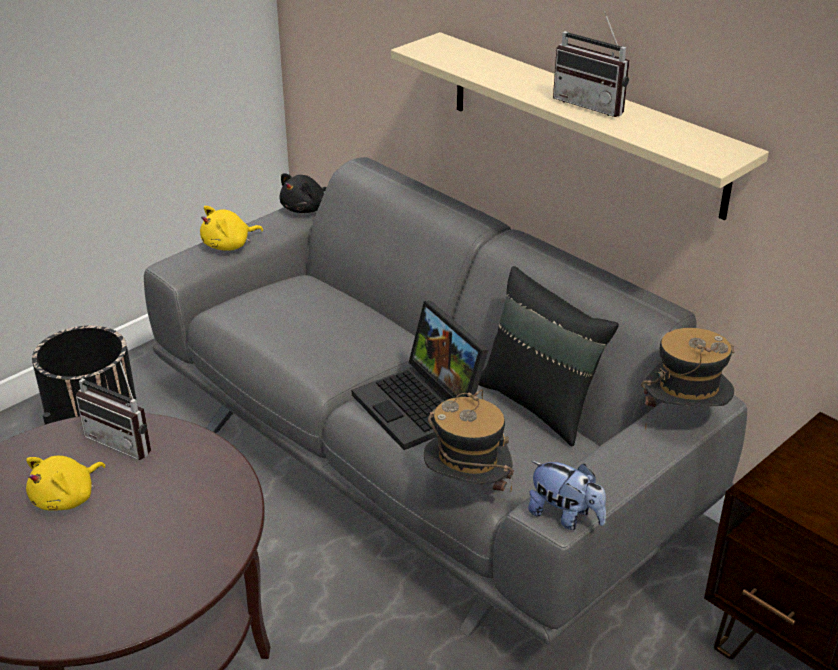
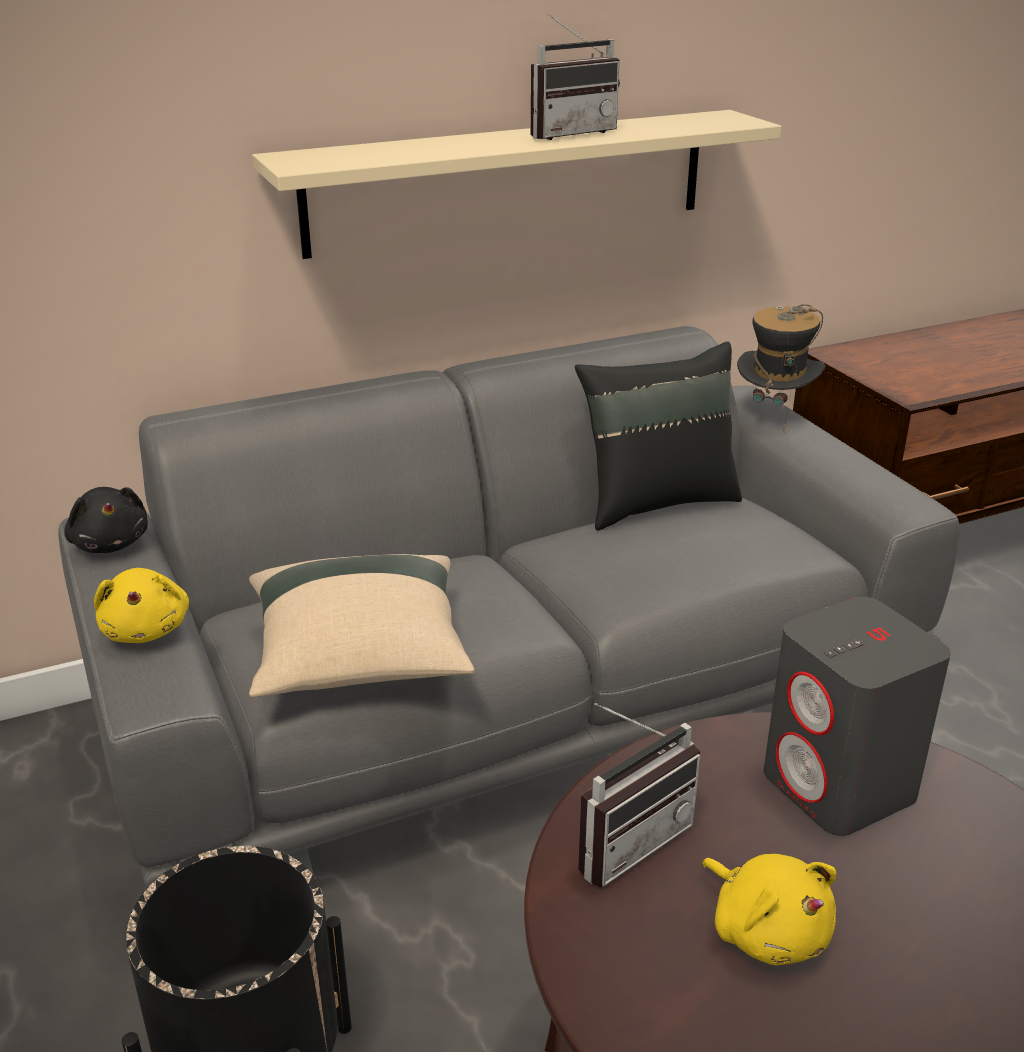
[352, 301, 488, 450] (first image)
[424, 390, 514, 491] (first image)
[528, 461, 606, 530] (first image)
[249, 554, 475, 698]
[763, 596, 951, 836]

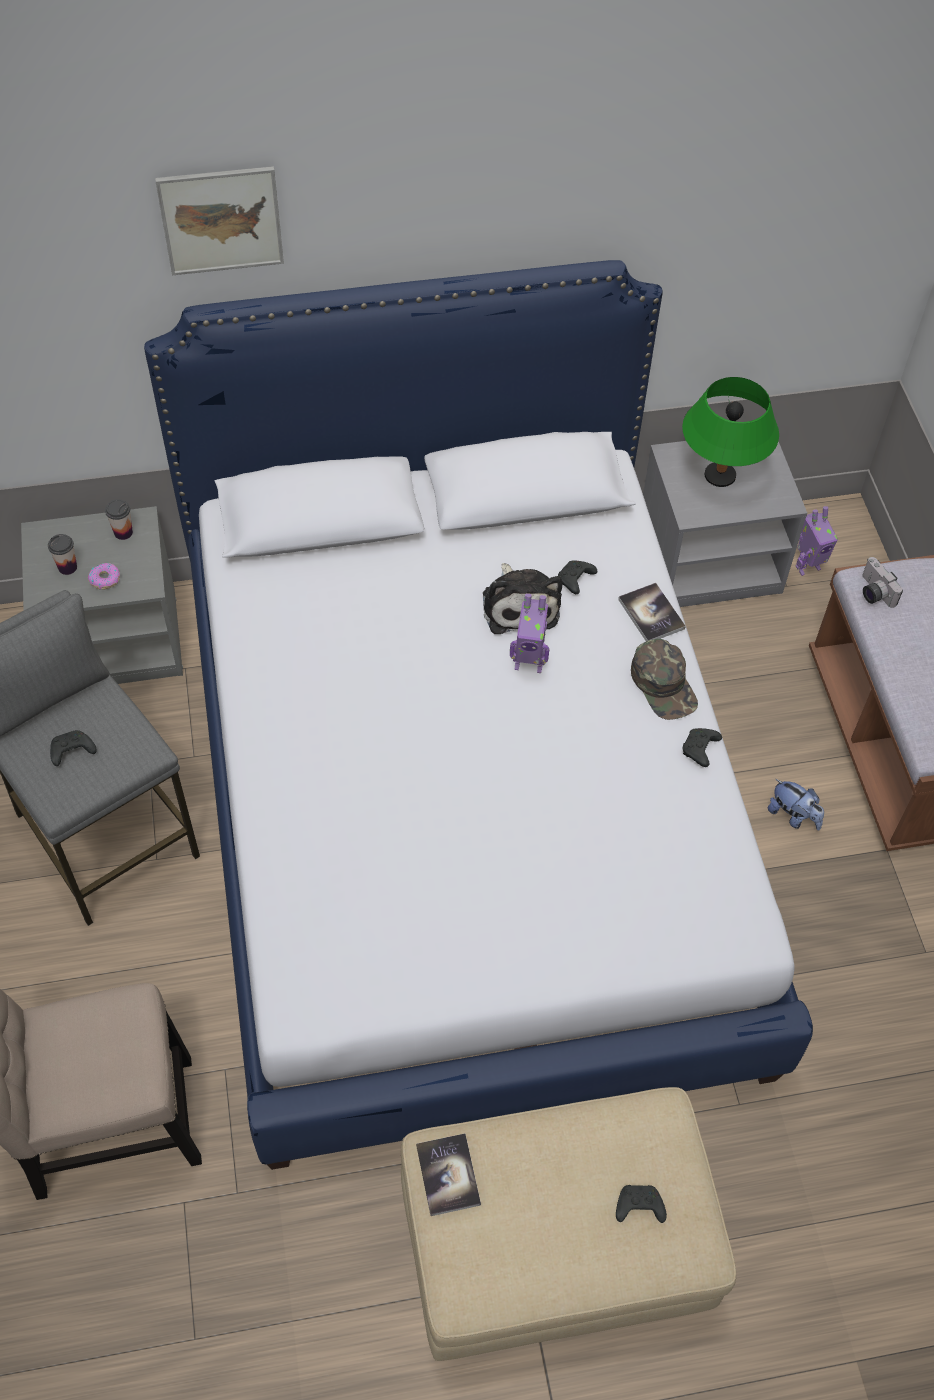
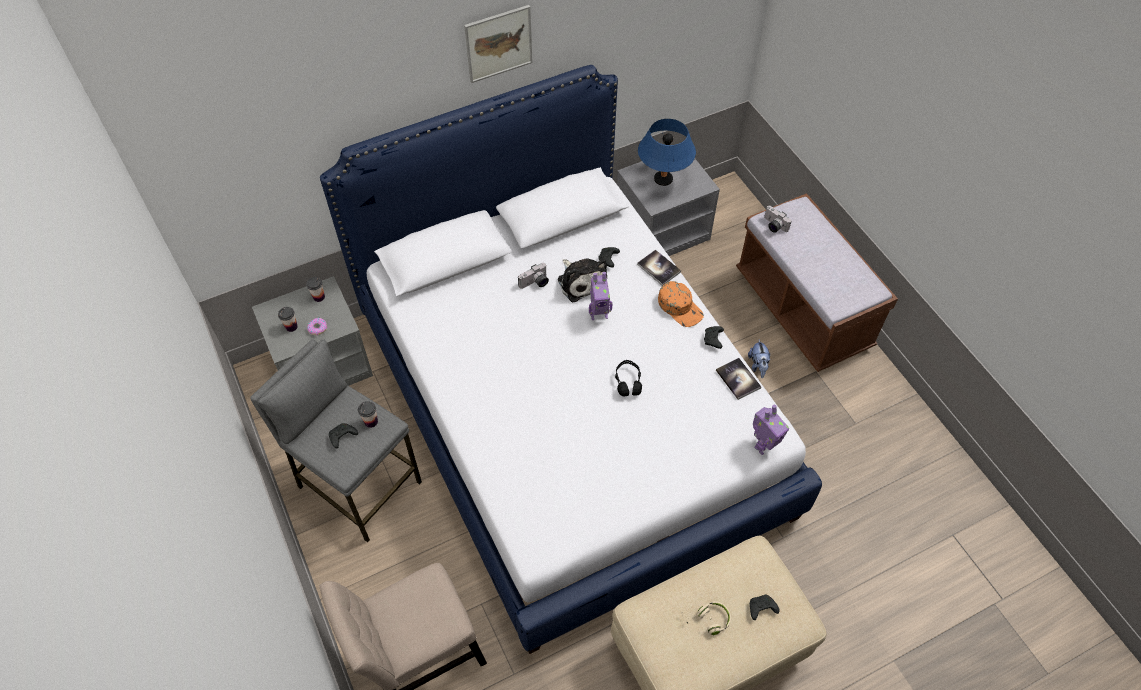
[358, 401, 378, 428]
[518, 263, 549, 289]
[615, 360, 642, 396]
[682, 601, 731, 635]
[464, 5, 533, 83]
[716, 358, 761, 400]
[753, 405, 789, 455]
[658, 281, 704, 327]
[638, 119, 696, 186]
[748, 339, 770, 378]

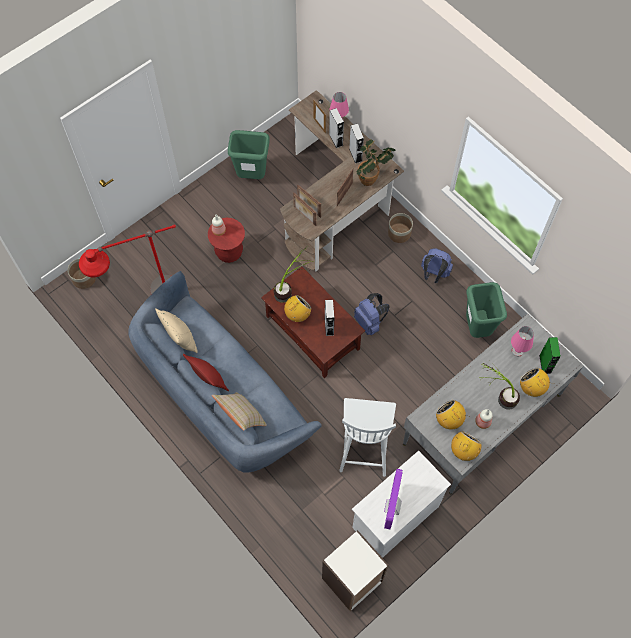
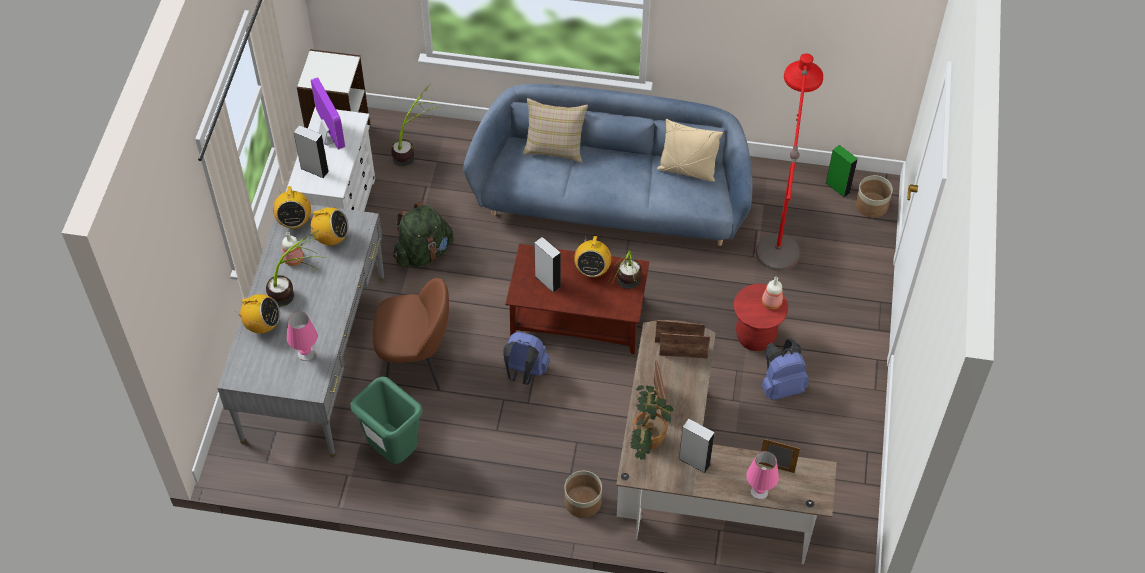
[183, 354, 229, 391] (first image)
[228, 130, 270, 179] (first image)
[373, 278, 449, 390]
[391, 84, 437, 167]
[294, 125, 329, 178]
[762, 338, 809, 400]
[826, 145, 858, 197]
[393, 202, 454, 268]

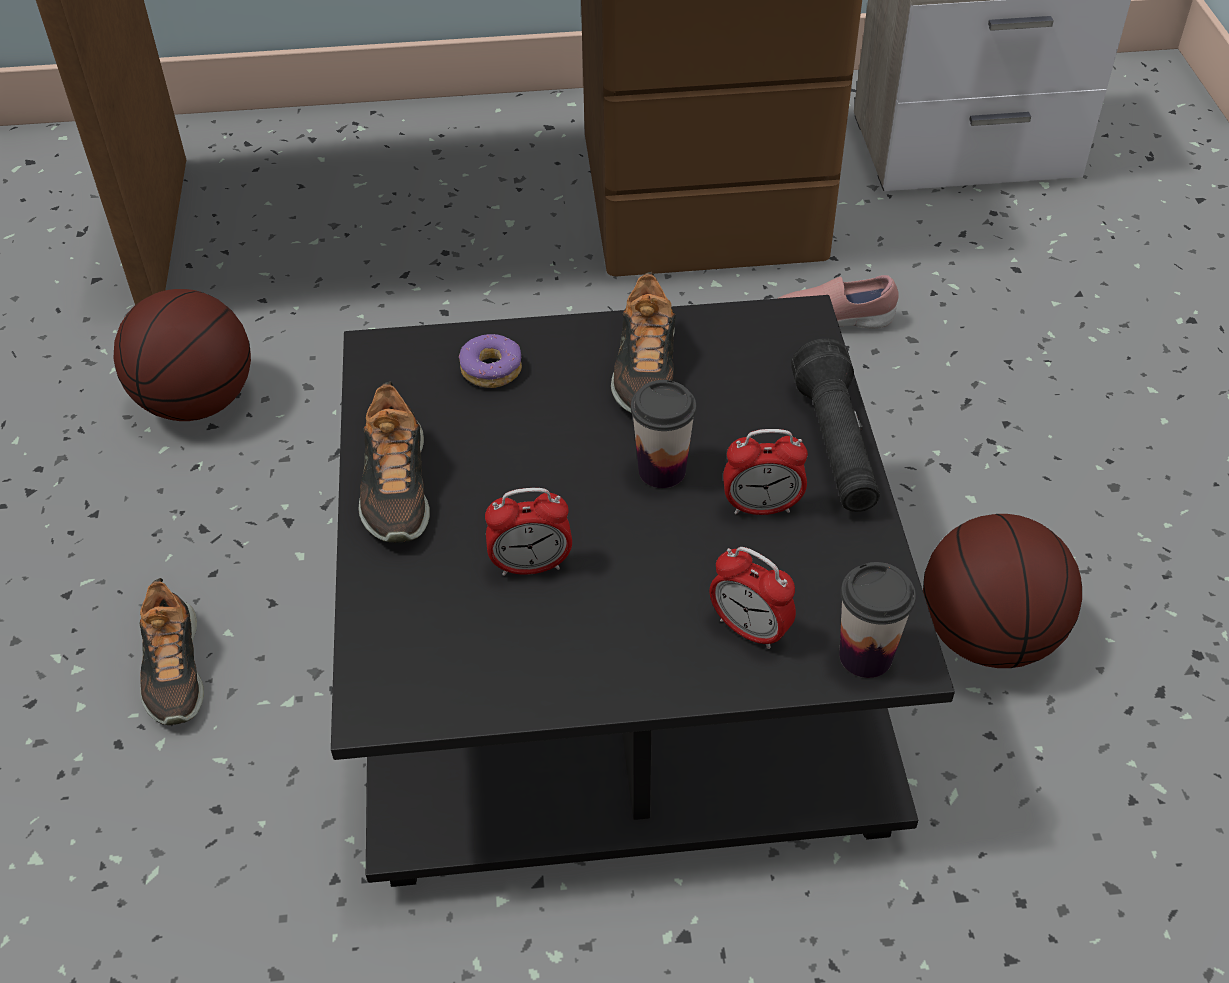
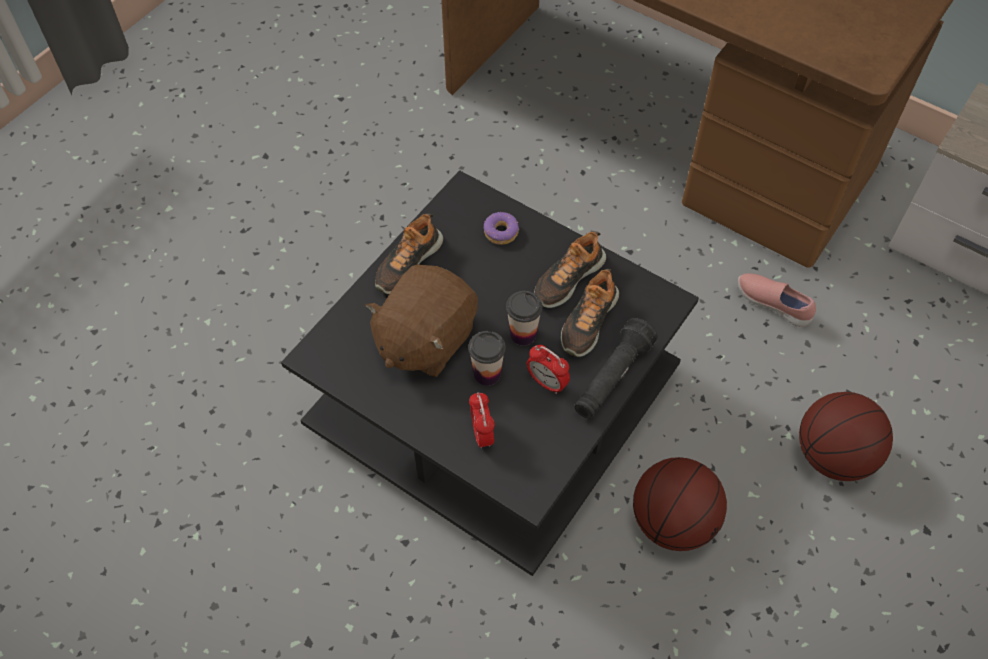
[799, 392, 893, 481]
[561, 269, 619, 357]
[468, 331, 506, 386]
[365, 264, 478, 377]

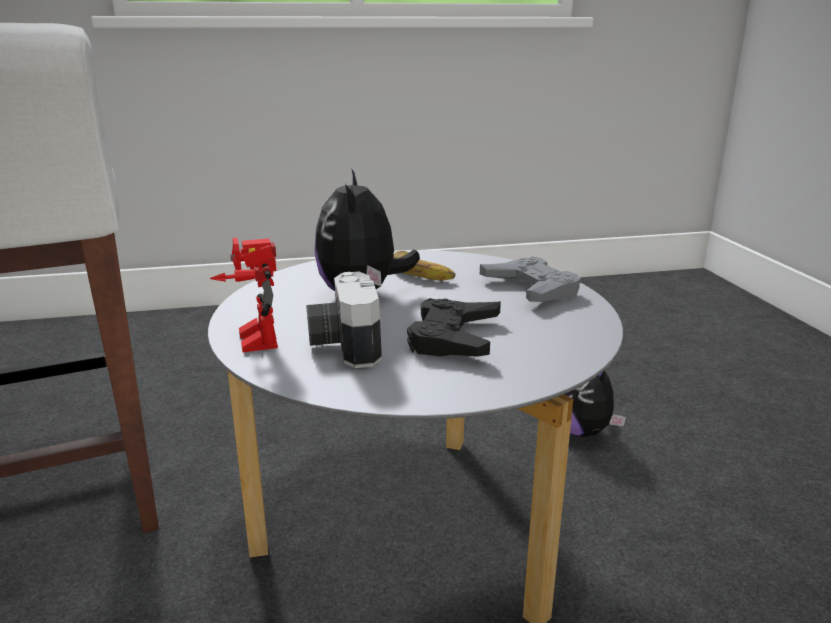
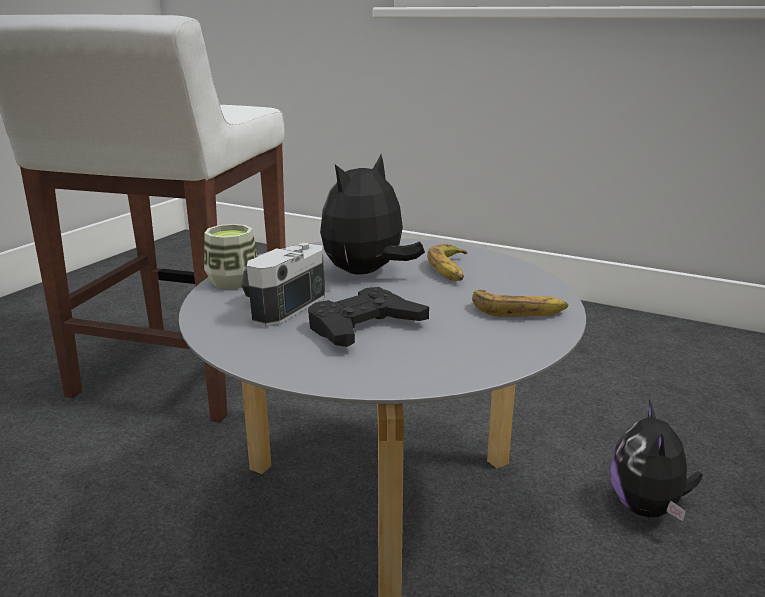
[204, 224, 257, 289]
[472, 290, 568, 317]

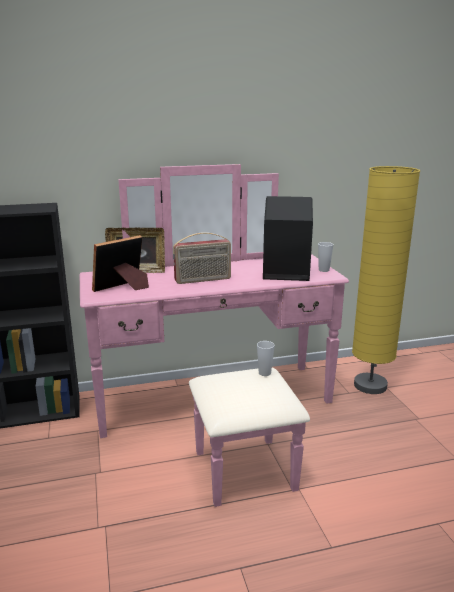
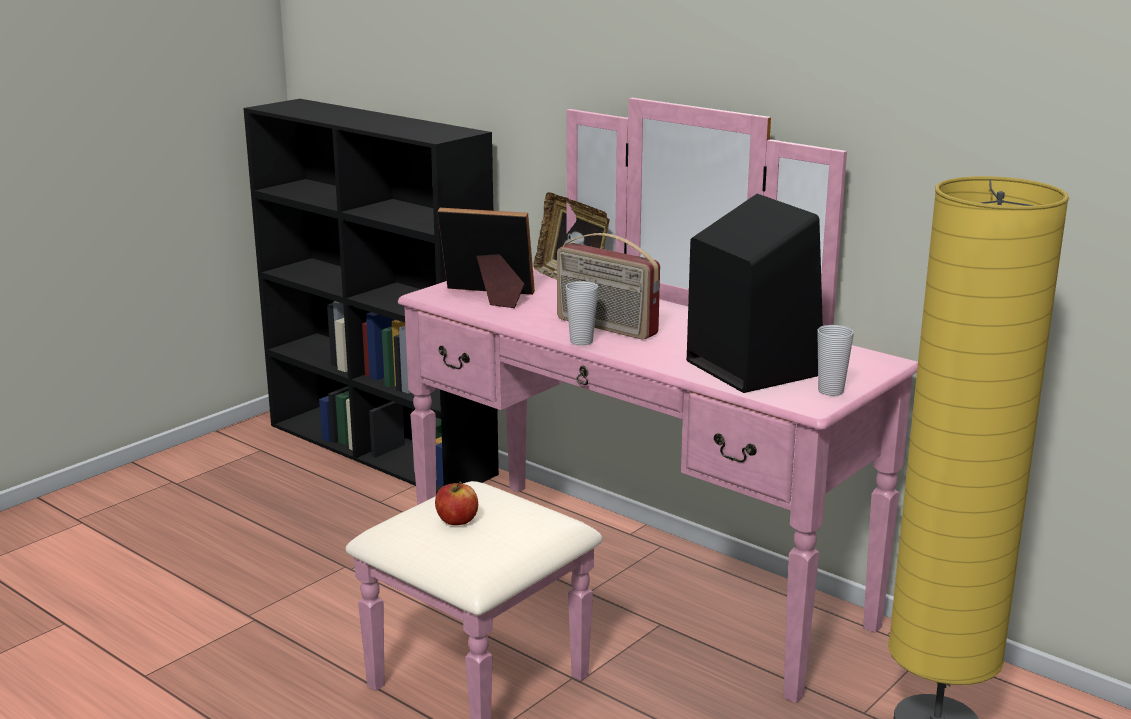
[435, 481, 478, 525]
[566, 281, 598, 346]

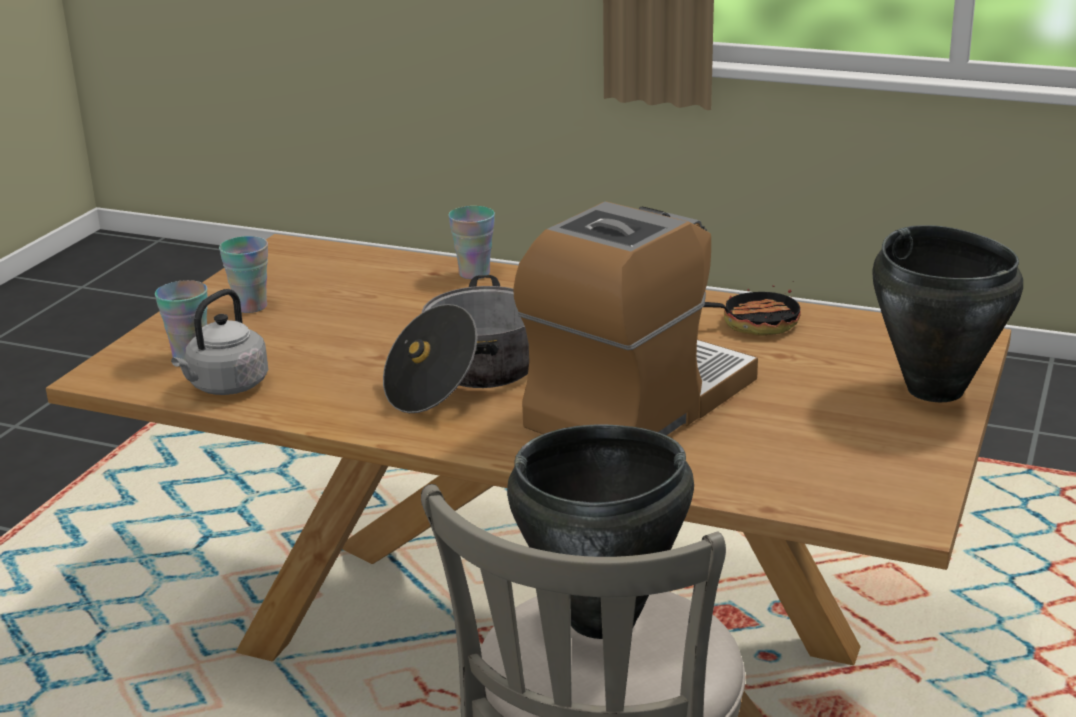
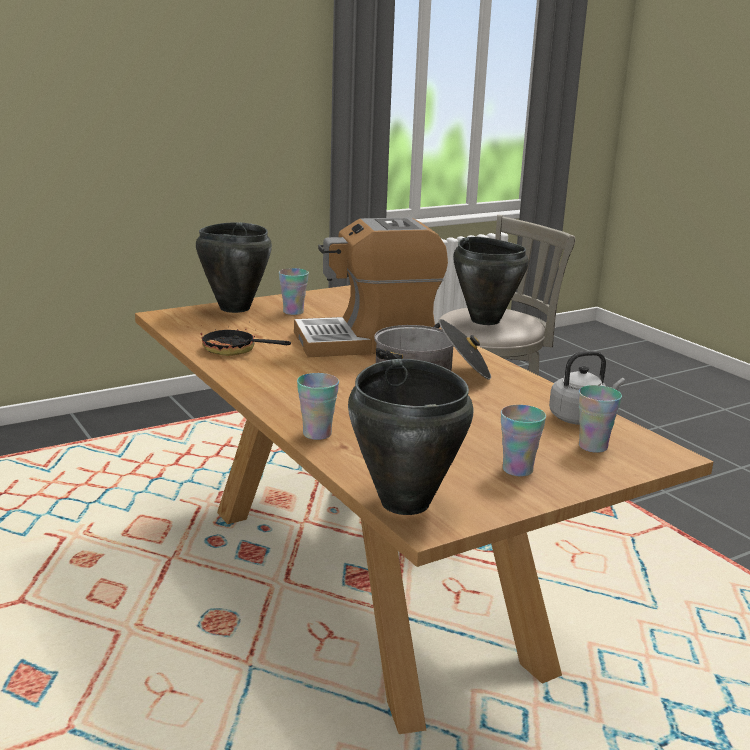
[279, 268, 309, 315]
[348, 359, 474, 515]

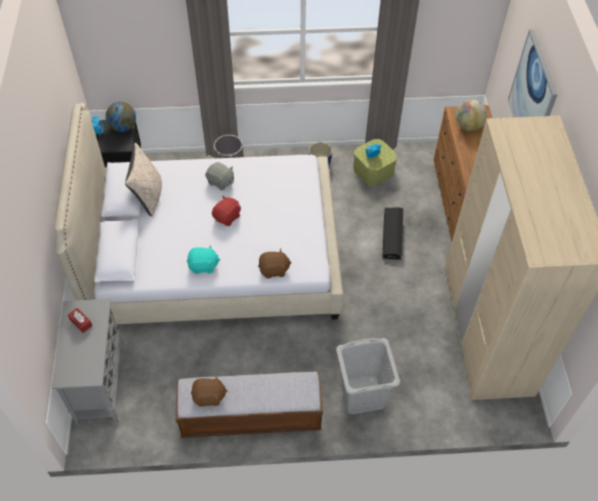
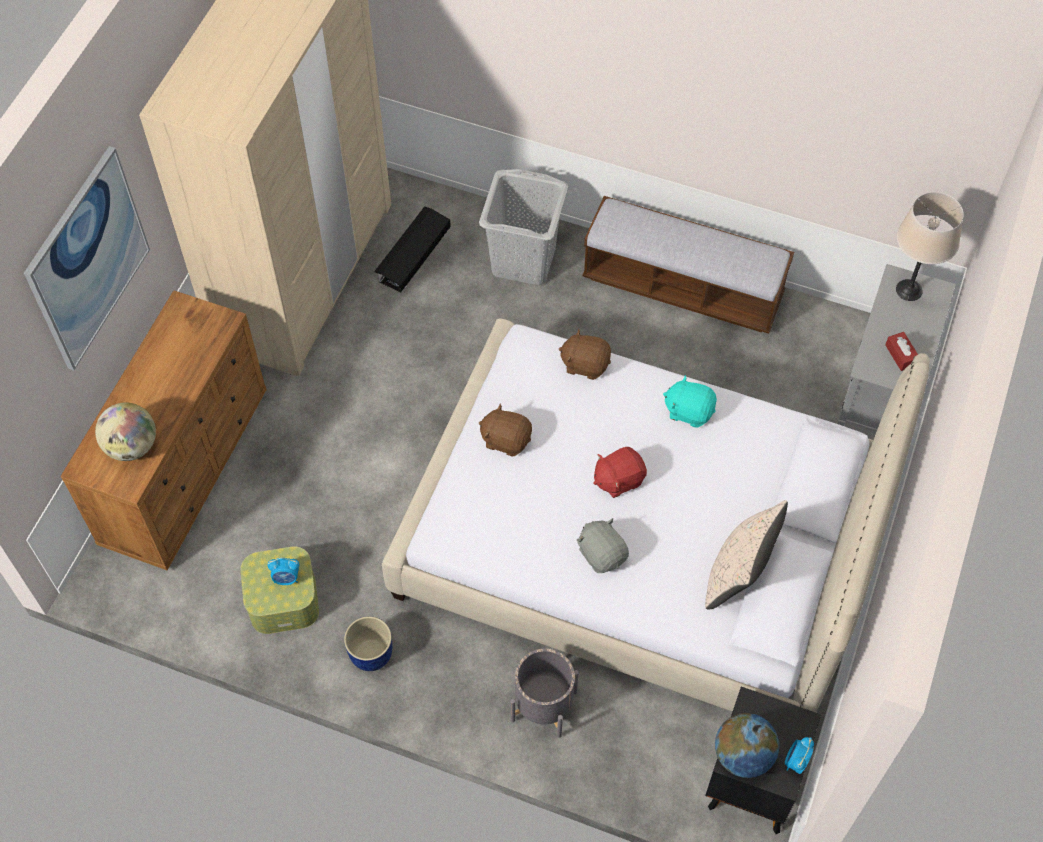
[896, 192, 964, 301]
[479, 403, 532, 457]
[374, 206, 451, 293]

